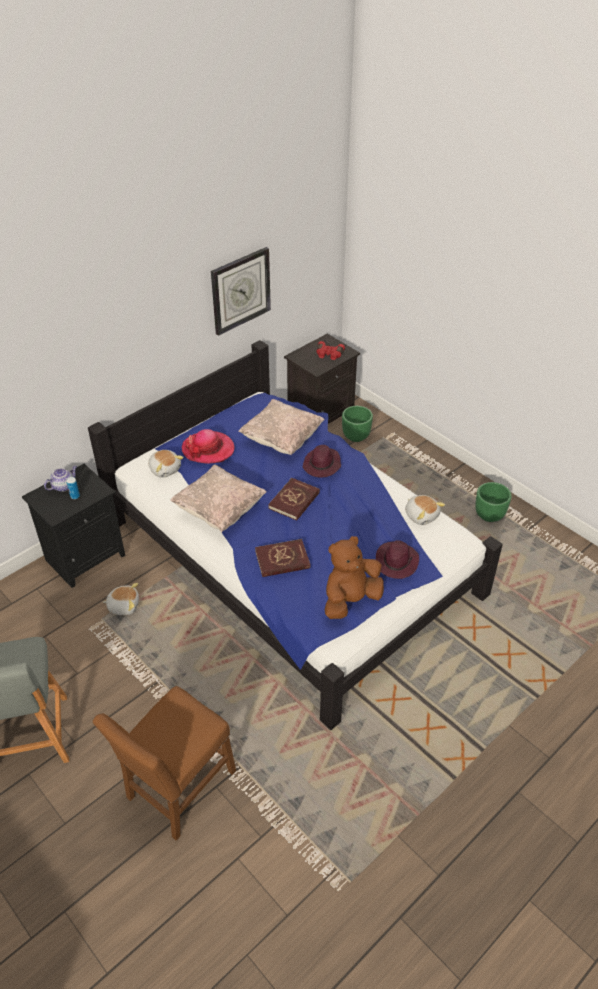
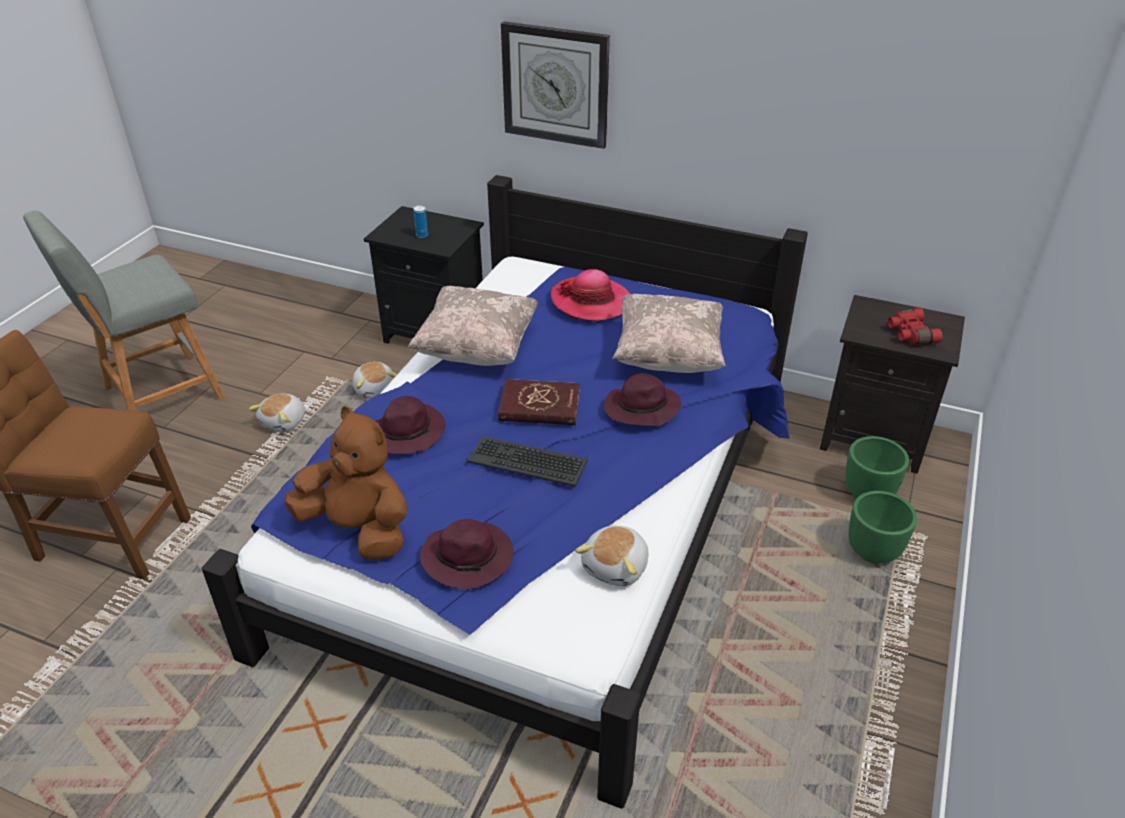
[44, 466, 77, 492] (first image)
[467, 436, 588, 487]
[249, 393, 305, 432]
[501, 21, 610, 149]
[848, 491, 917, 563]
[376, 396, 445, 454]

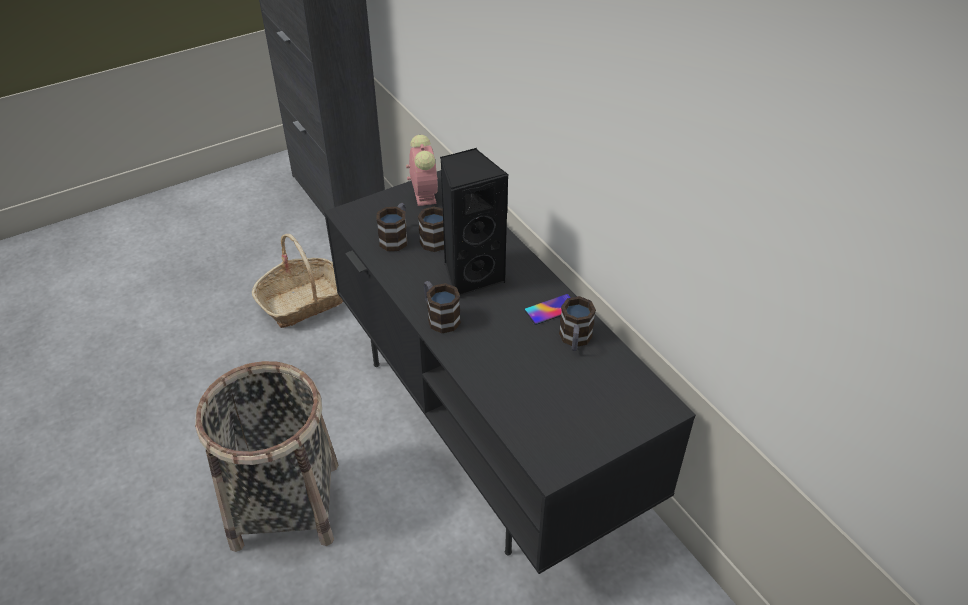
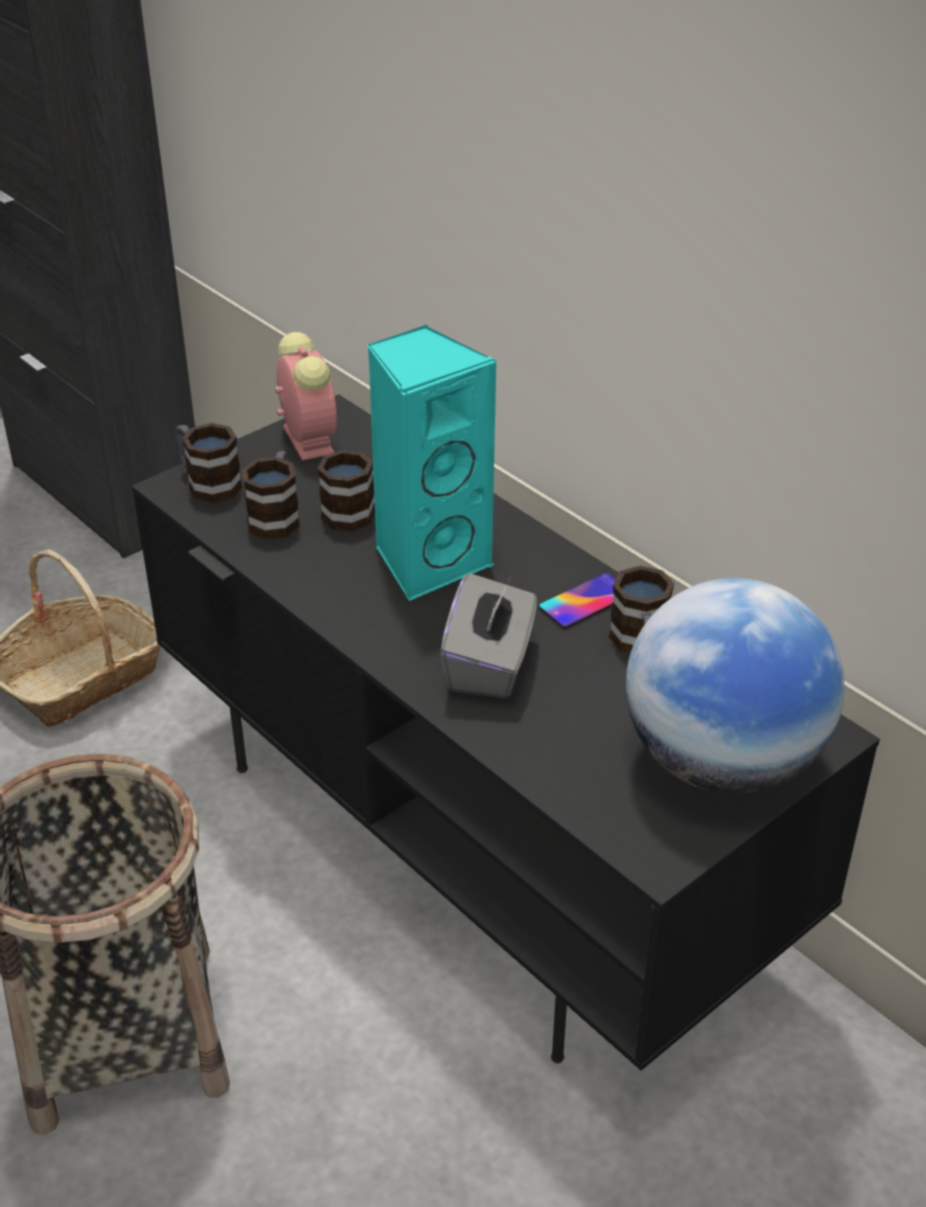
[440, 573, 537, 699]
[626, 578, 844, 794]
[176, 423, 242, 503]
[367, 325, 498, 602]

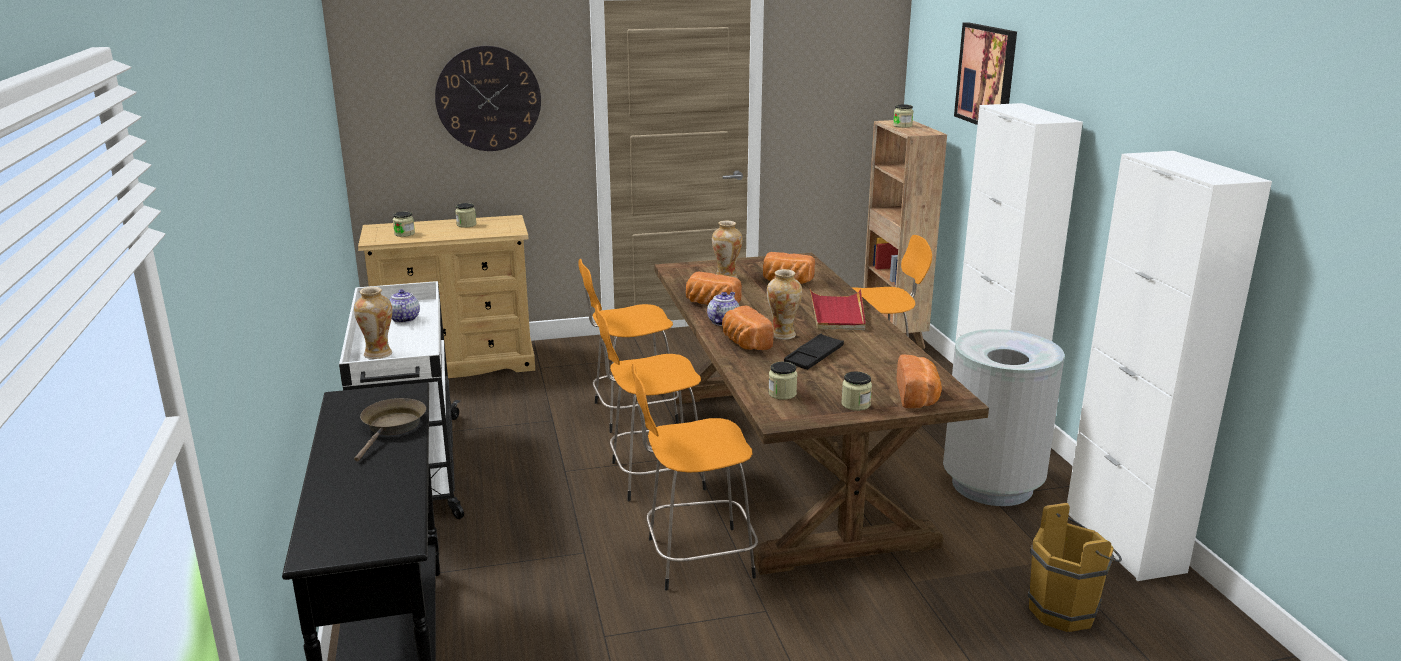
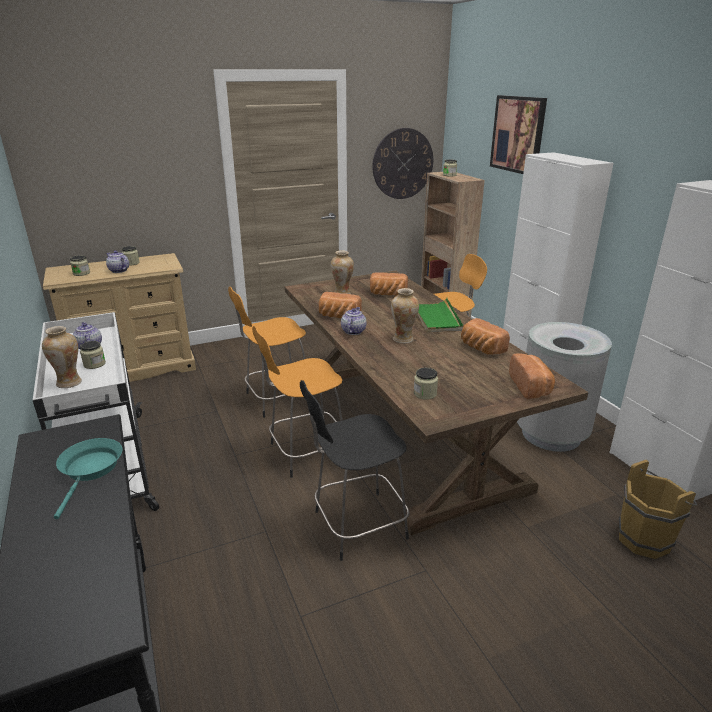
[784, 334, 844, 370] (first image)
[106, 250, 129, 273]
[372, 128, 433, 199]
[461, 318, 510, 355]
[80, 341, 106, 369]
[54, 438, 122, 519]
[300, 380, 410, 561]
[417, 298, 464, 333]

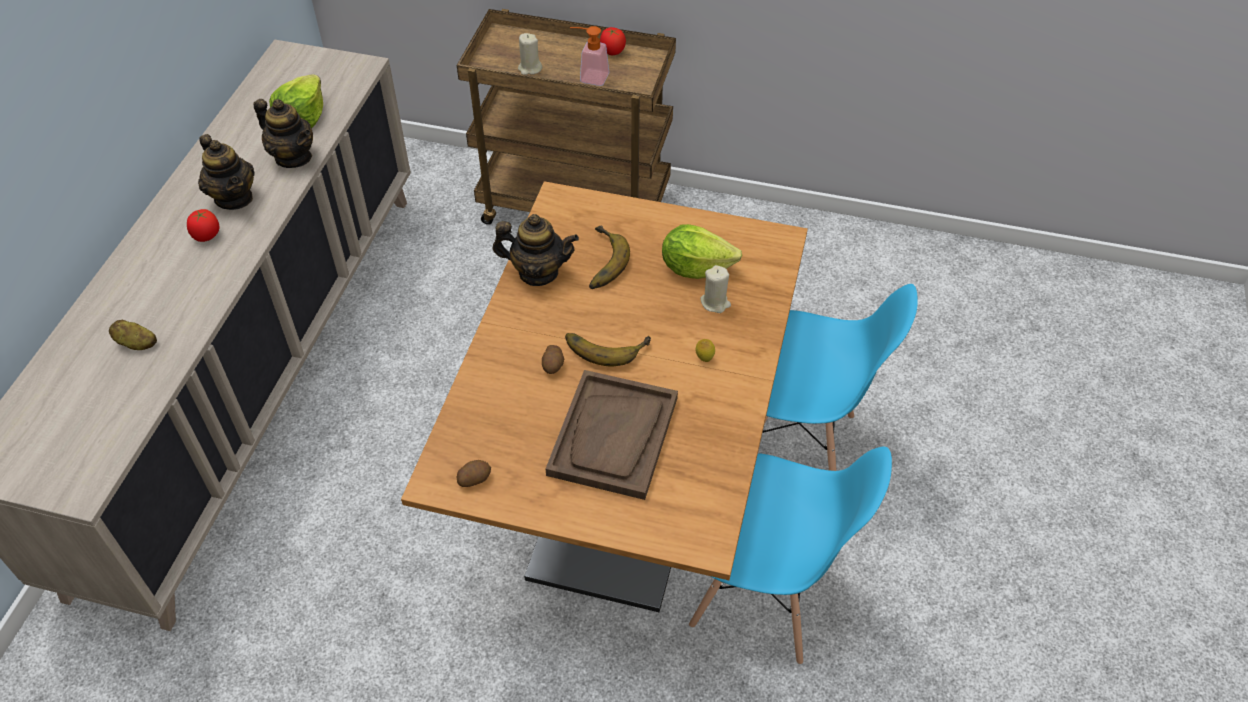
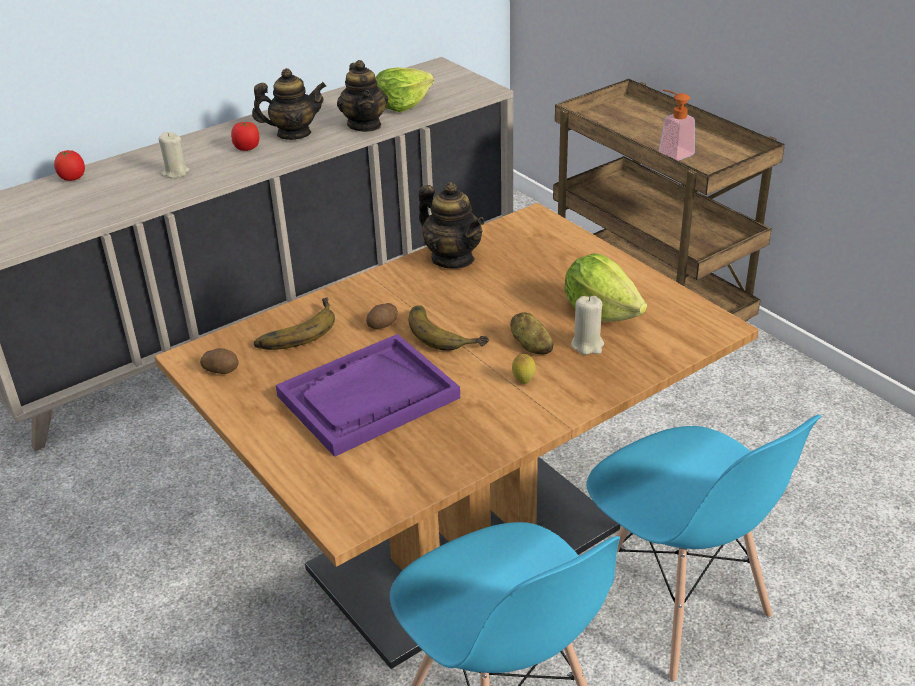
[510, 312, 554, 354]
[159, 132, 190, 178]
[254, 298, 335, 350]
[54, 150, 85, 181]
[276, 334, 460, 457]
[252, 68, 326, 140]

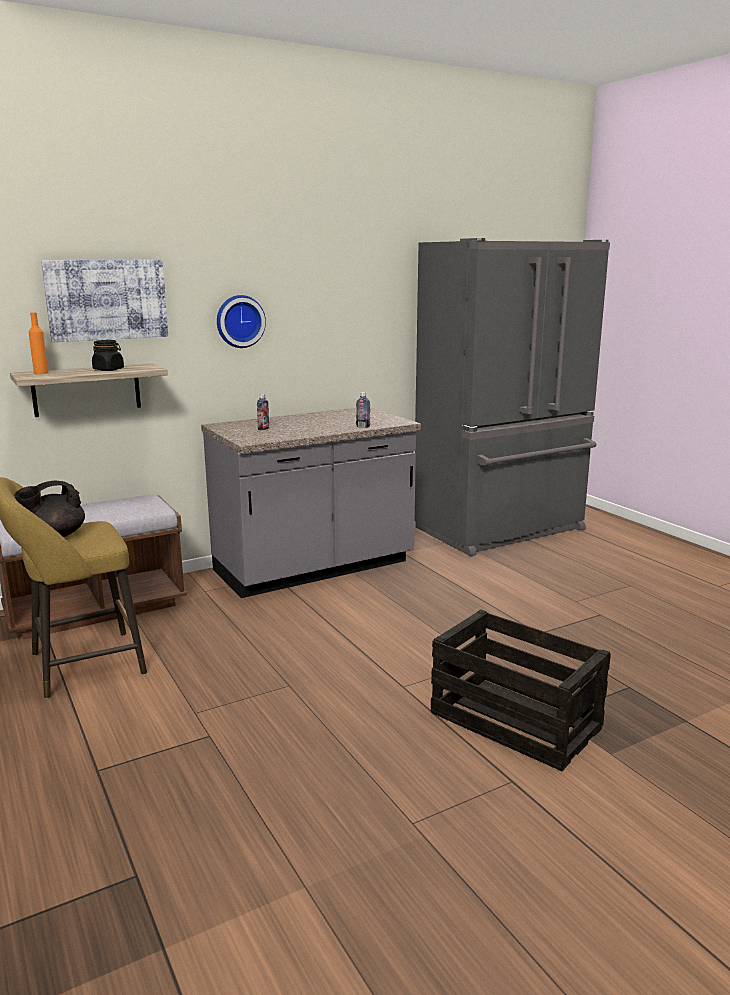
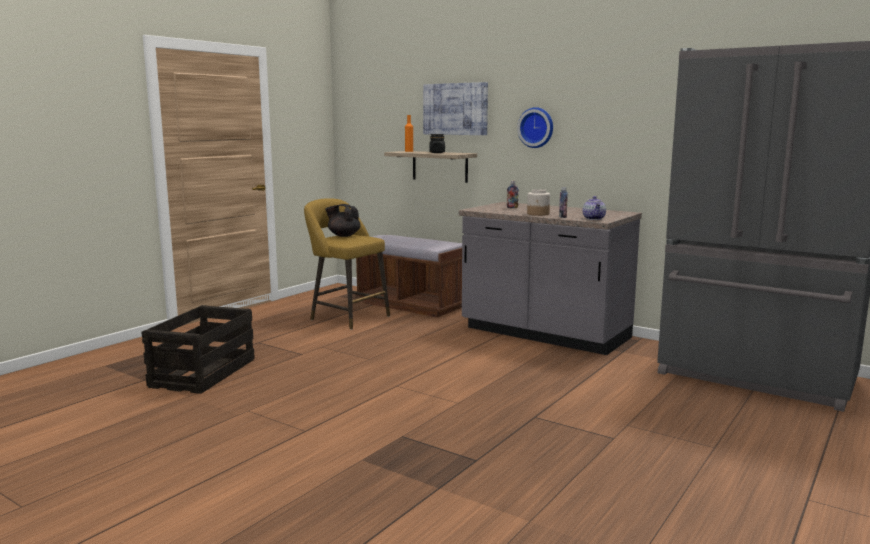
[527, 189, 550, 216]
[582, 196, 606, 220]
[141, 305, 255, 394]

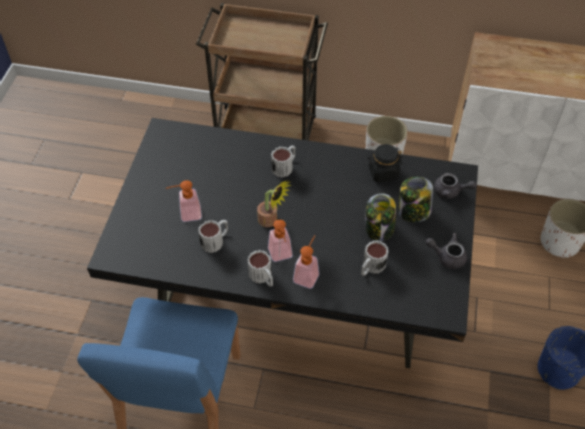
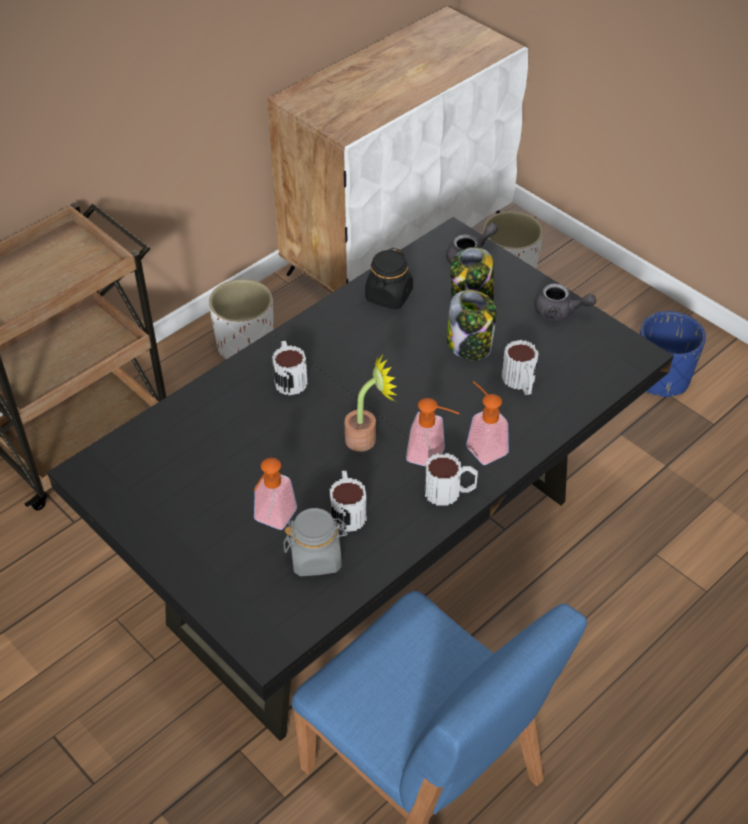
[283, 508, 348, 576]
[534, 283, 596, 320]

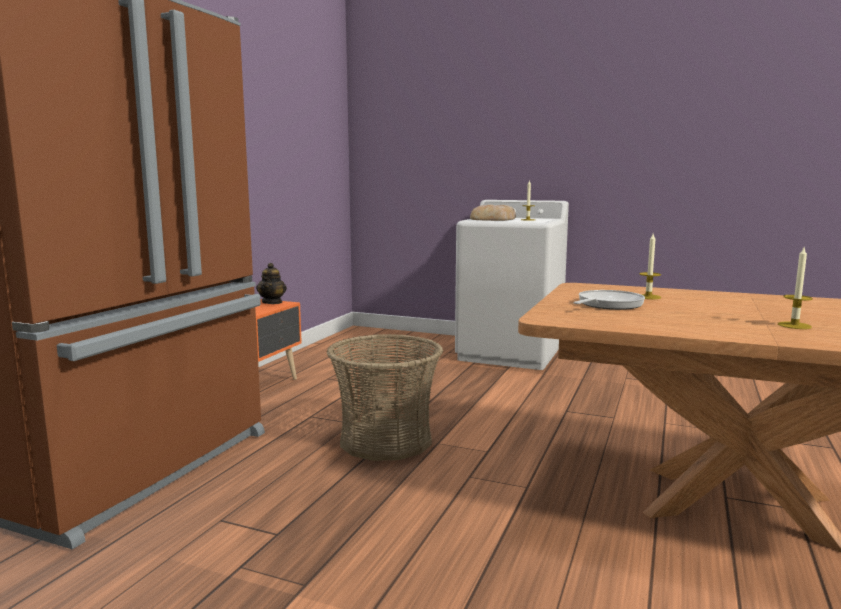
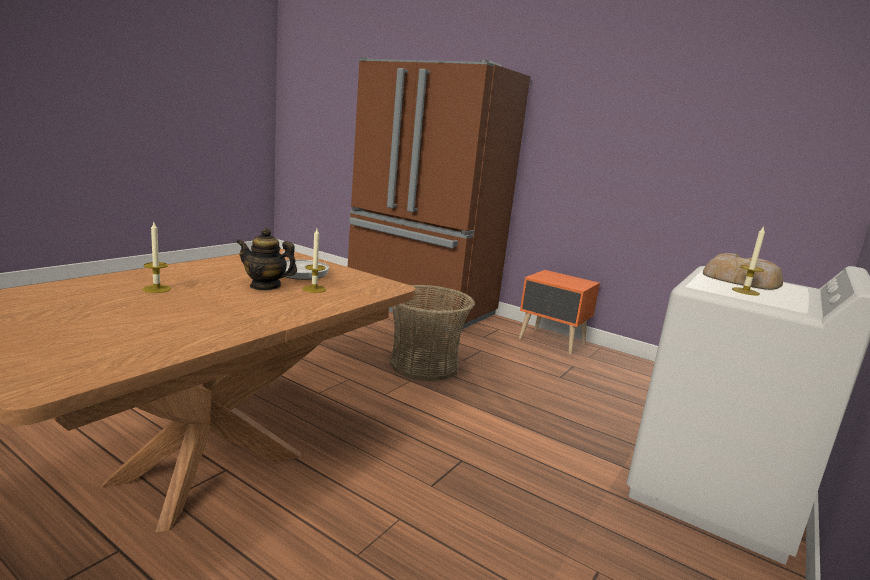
[236, 228, 297, 291]

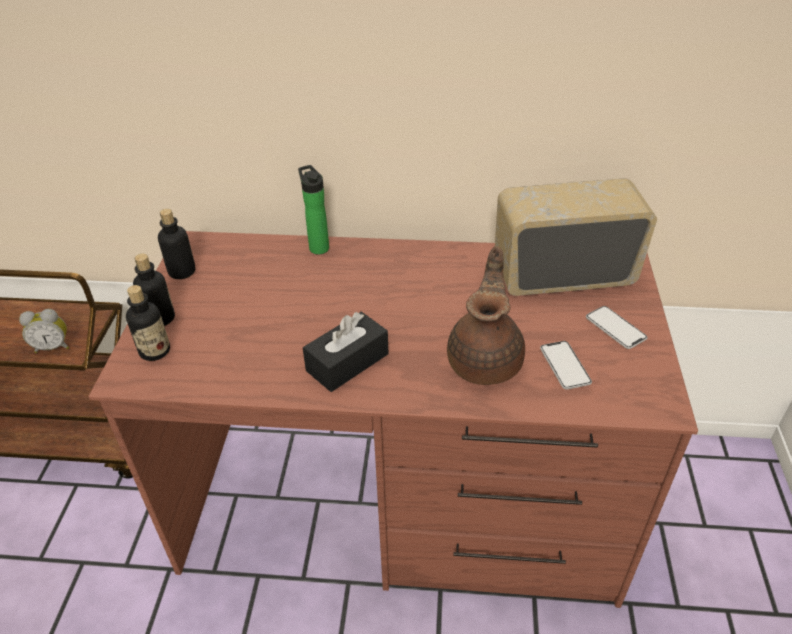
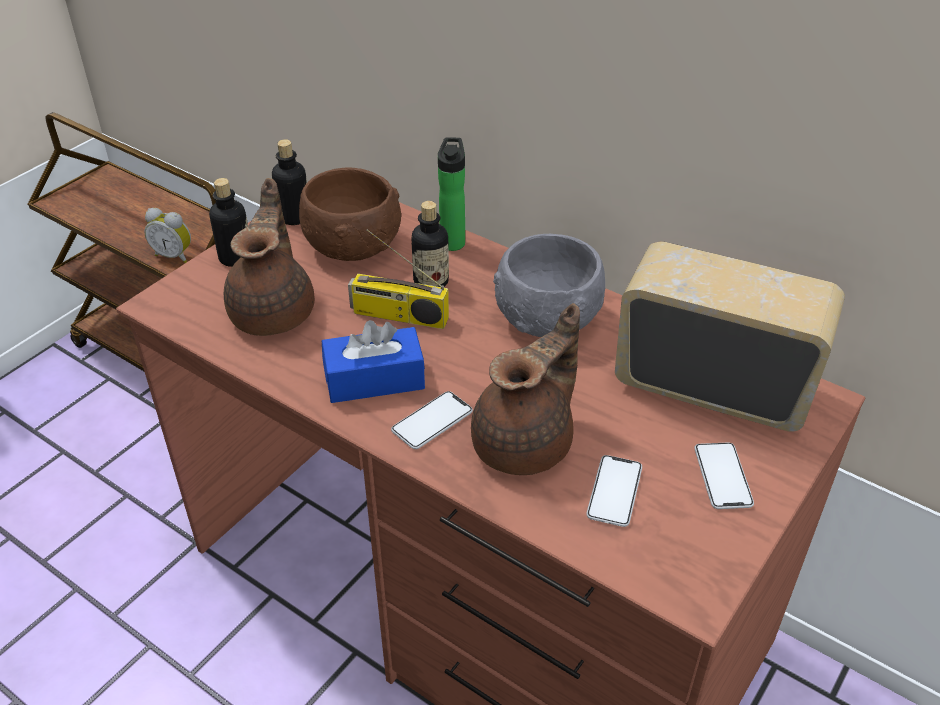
[224, 178, 315, 336]
[299, 168, 401, 261]
[348, 229, 449, 329]
[391, 391, 473, 449]
[493, 234, 605, 337]
[412, 201, 449, 287]
[322, 320, 425, 403]

